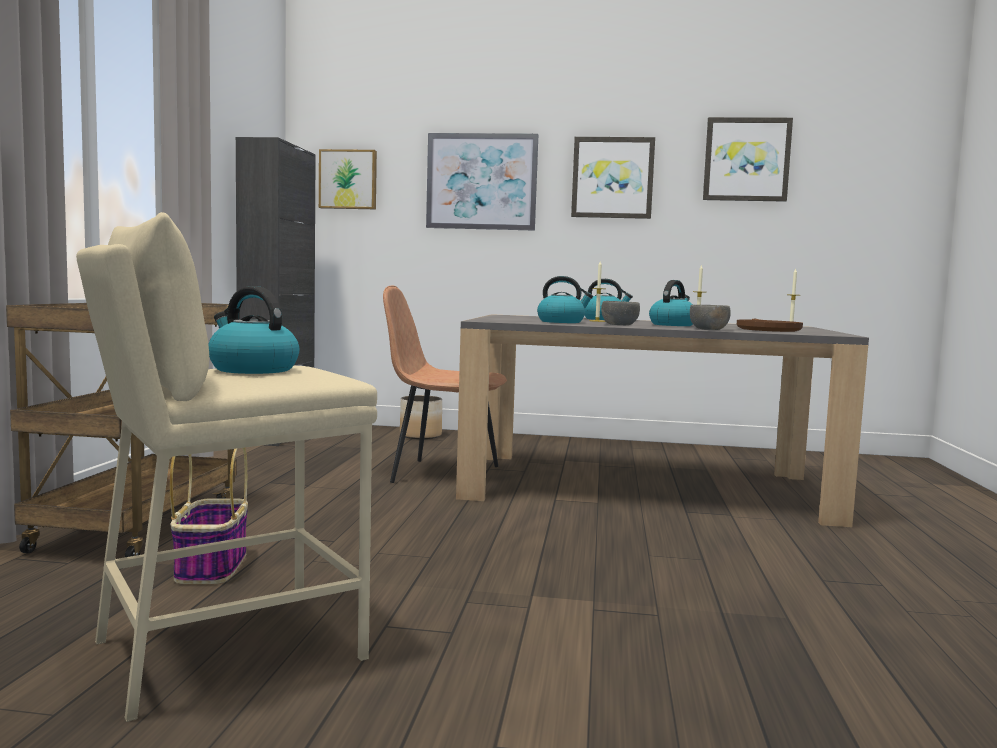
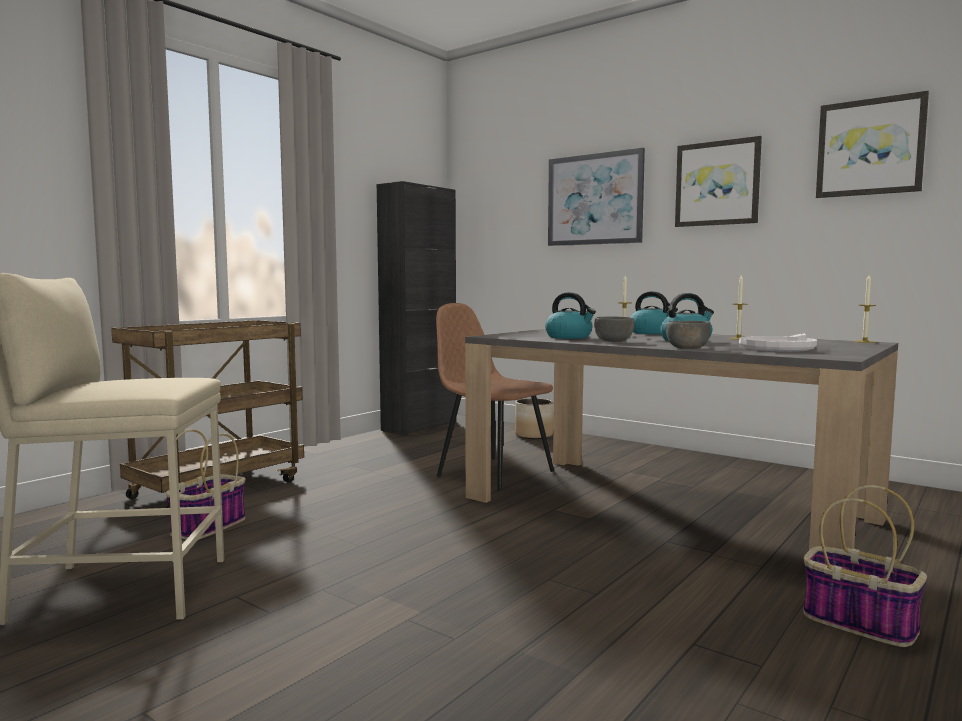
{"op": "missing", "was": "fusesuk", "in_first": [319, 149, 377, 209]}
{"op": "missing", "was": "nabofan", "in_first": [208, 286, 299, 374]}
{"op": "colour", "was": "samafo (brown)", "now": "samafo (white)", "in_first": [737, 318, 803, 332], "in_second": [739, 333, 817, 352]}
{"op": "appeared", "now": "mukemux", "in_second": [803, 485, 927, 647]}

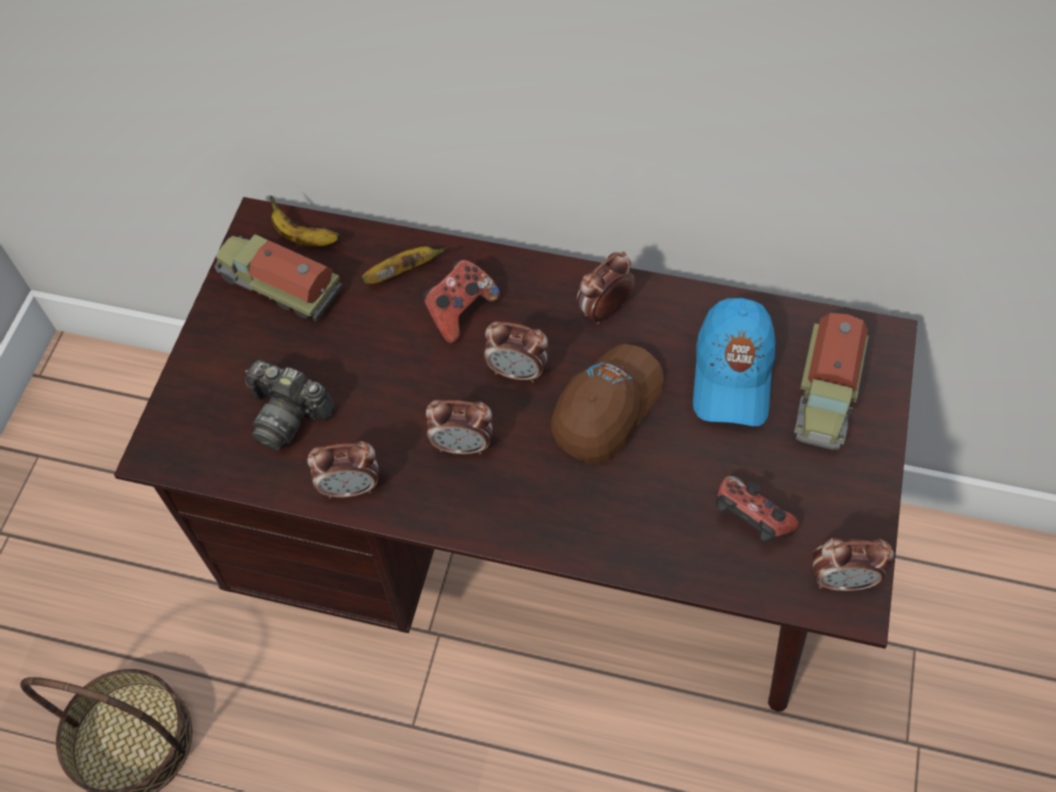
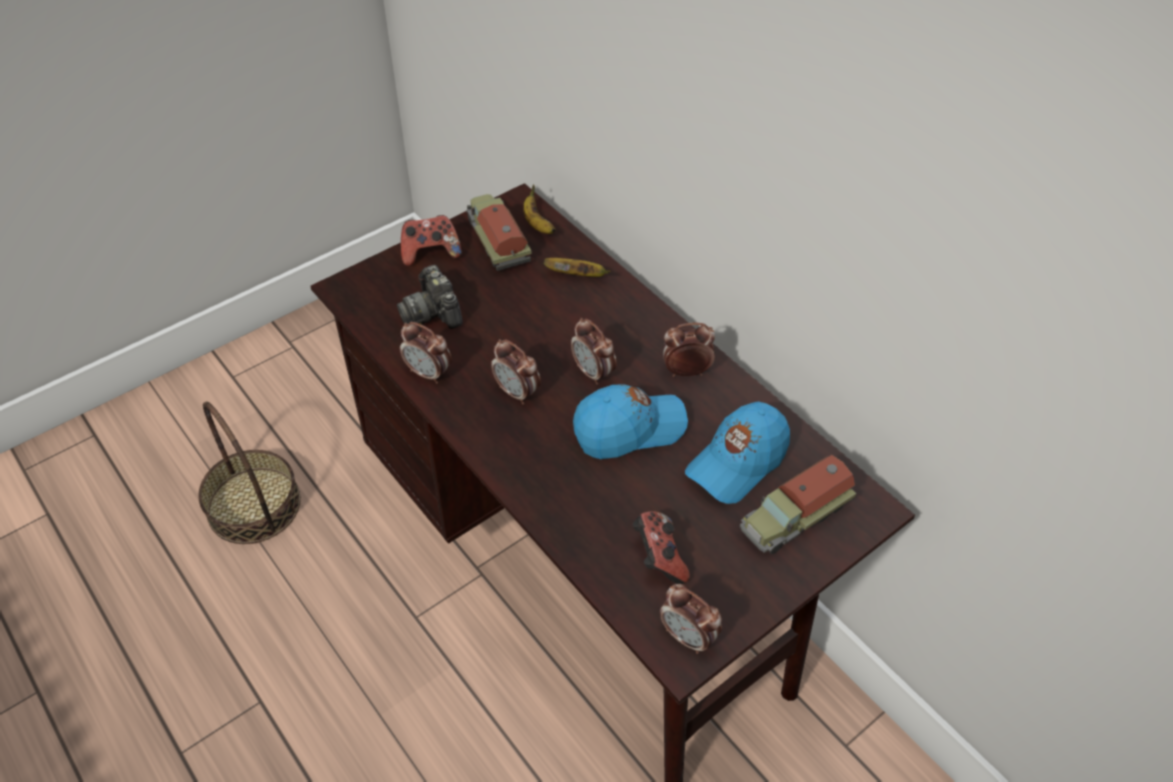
{"op": "relocated", "was": "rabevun", "in_first": [423, 260, 500, 343], "in_second": [401, 215, 462, 266]}
{"op": "colour", "was": "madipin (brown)", "now": "madipin (blue)", "in_first": [551, 344, 664, 464], "in_second": [573, 384, 688, 459]}

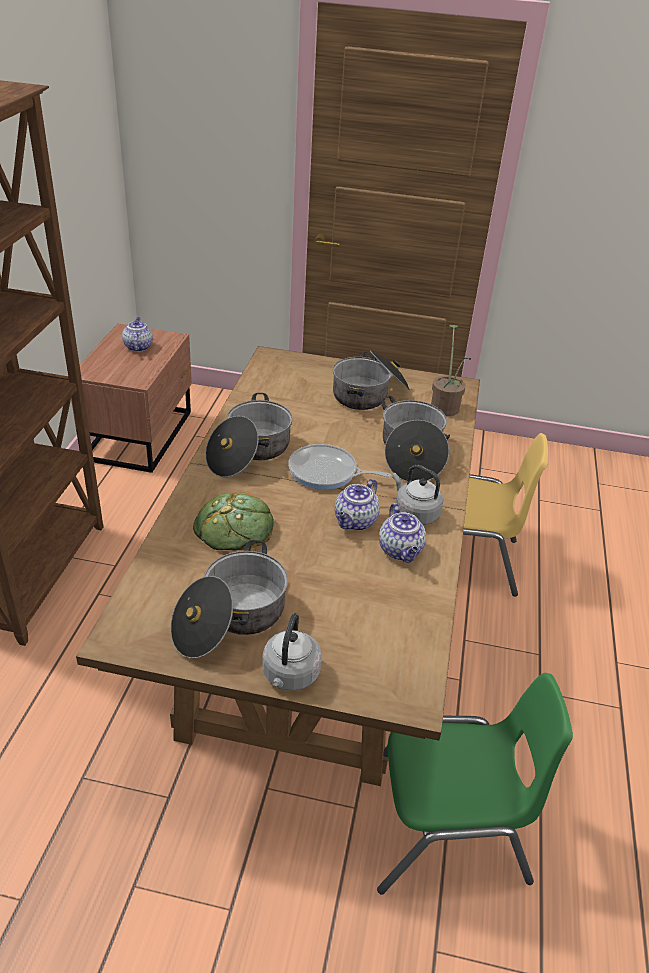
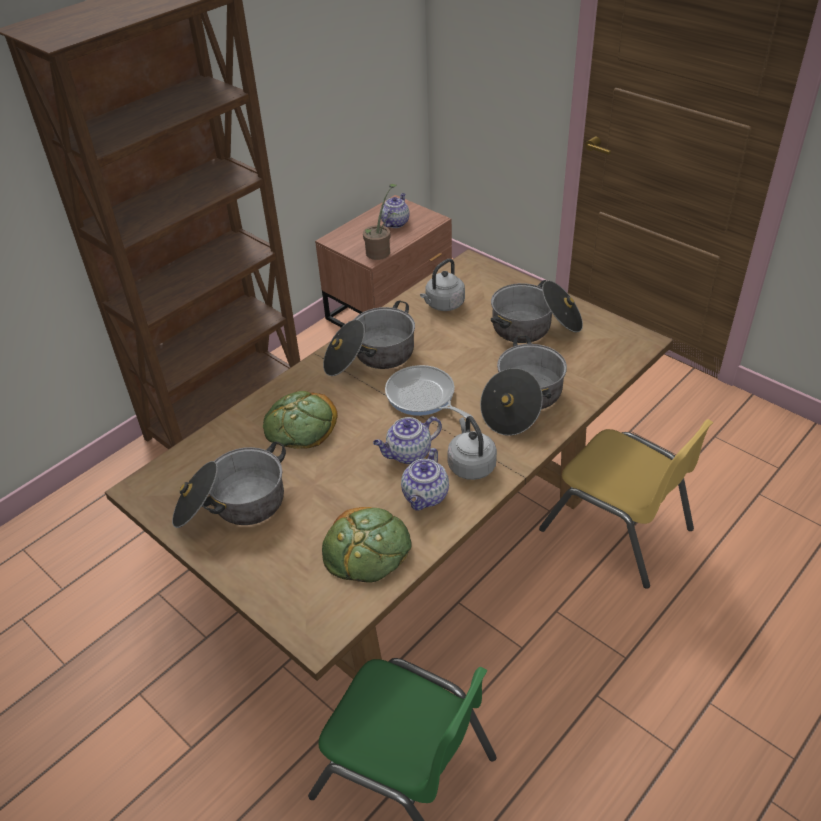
{"op": "relocated", "was": "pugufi", "in_first": [431, 325, 471, 416], "in_second": [363, 184, 398, 260]}
{"op": "relocated", "was": "nabofan (grey)", "in_first": [262, 613, 322, 691], "in_second": [420, 259, 465, 311]}
{"op": "appeared", "now": "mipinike", "in_second": [322, 507, 411, 583]}

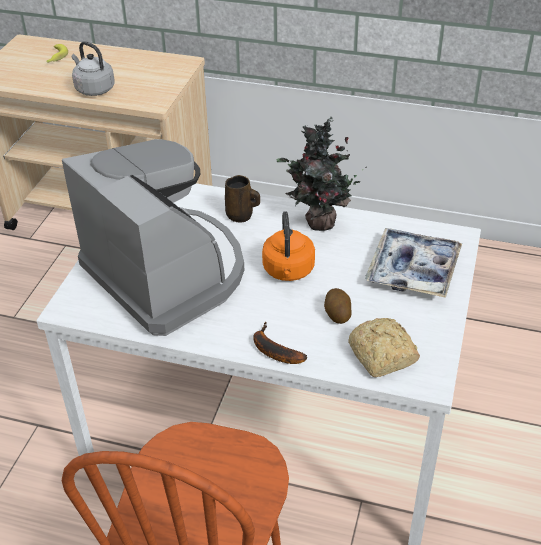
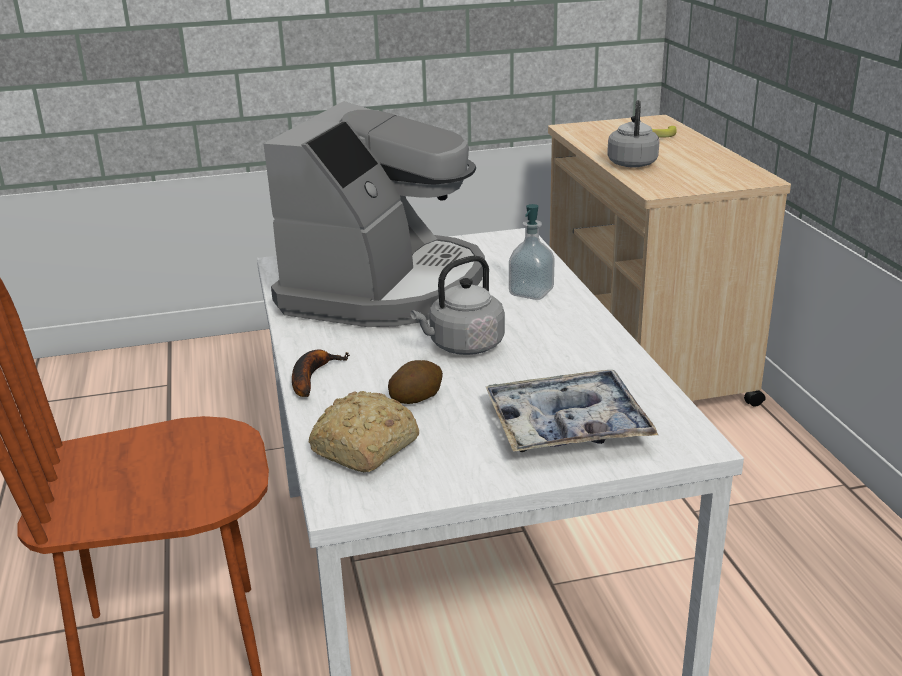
{"op": "missing", "was": "pugufi", "in_first": [276, 116, 367, 231]}
{"op": "exchanged", "was": "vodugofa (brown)", "now": "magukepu", "in_first": [225, 175, 260, 223], "in_second": [509, 204, 555, 300]}
{"op": "colour", "was": "nabofan (orange)", "now": "nabofan (grey)", "in_first": [262, 211, 315, 281], "in_second": [410, 256, 505, 355]}

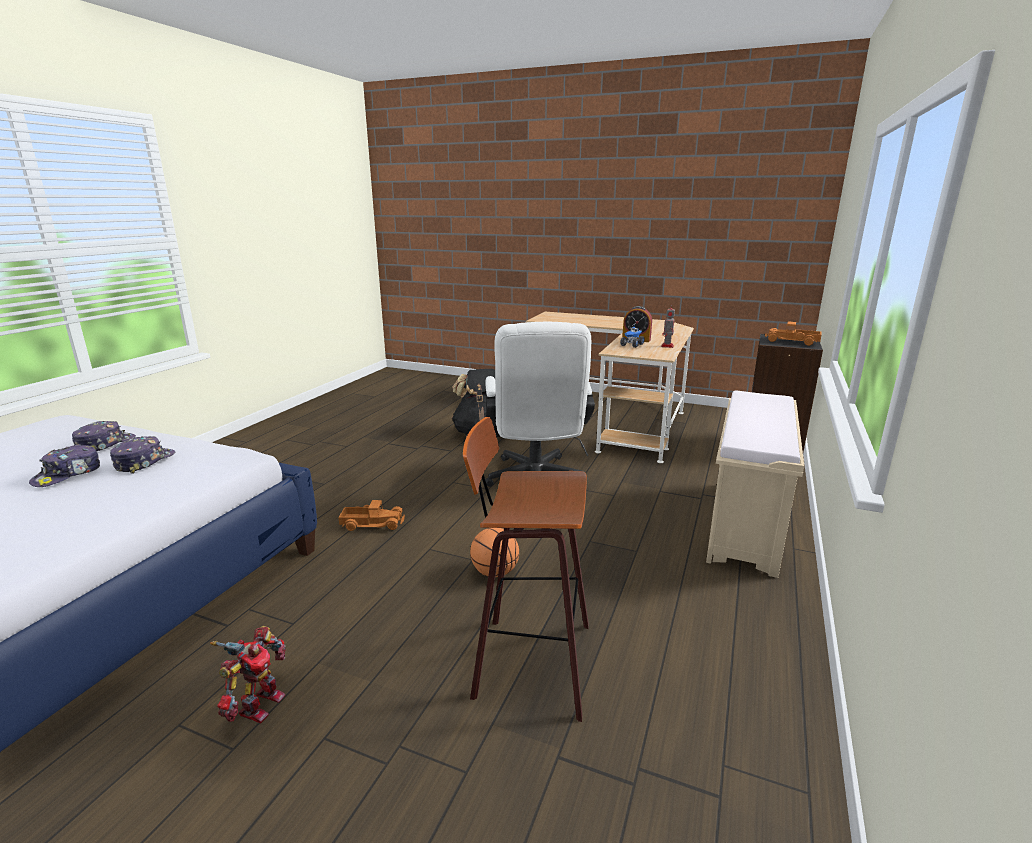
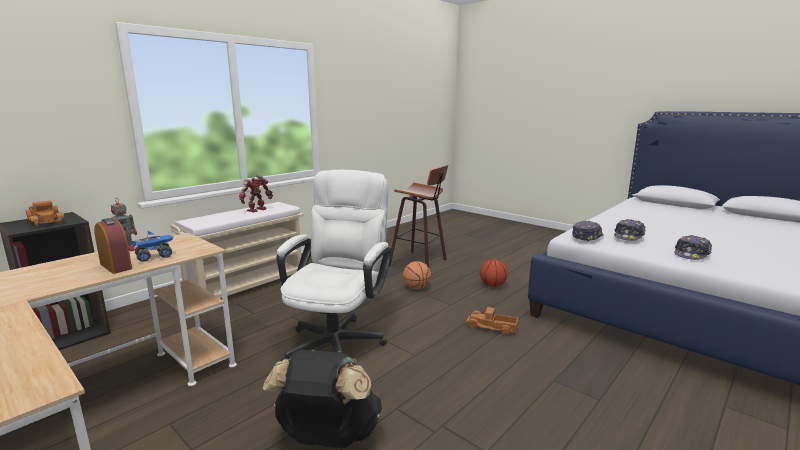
{"op": "relocated", "was": "madipin", "in_first": [29, 444, 100, 487], "in_second": [572, 221, 604, 242]}
{"op": "relocated", "was": "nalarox", "in_first": [210, 626, 286, 723], "in_second": [239, 175, 273, 213]}
{"op": "appeared", "now": "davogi", "in_second": [480, 259, 508, 287]}

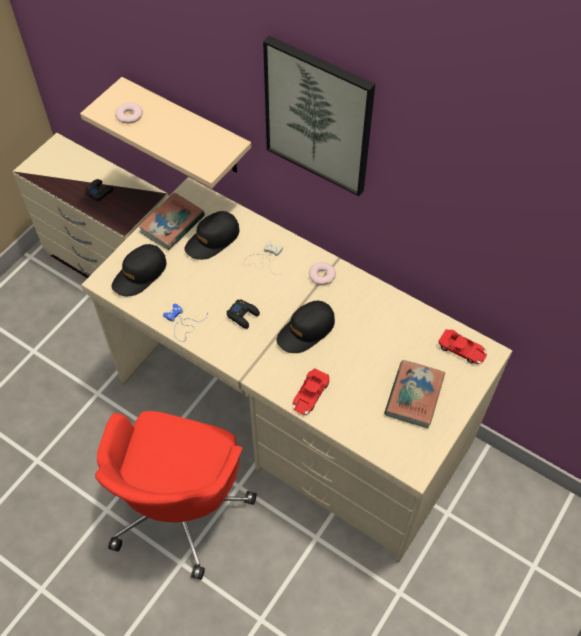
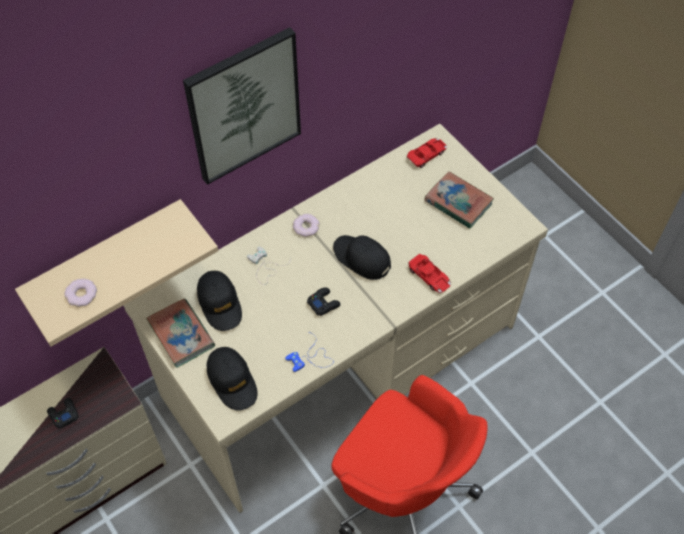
{"op": "spun", "was": "madipin (black)", "in_first": [276, 301, 335, 353], "in_second": [333, 235, 391, 280], "clockwise": 150}

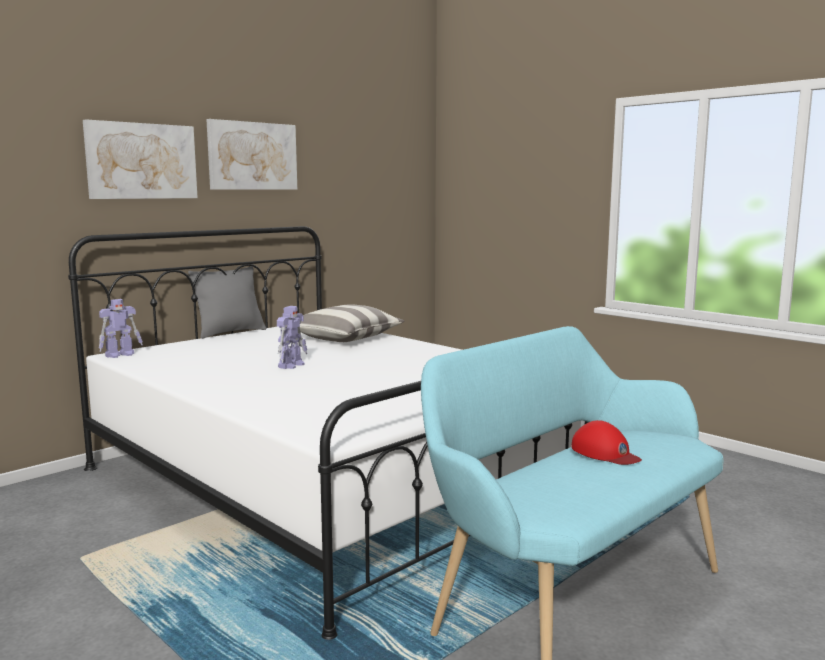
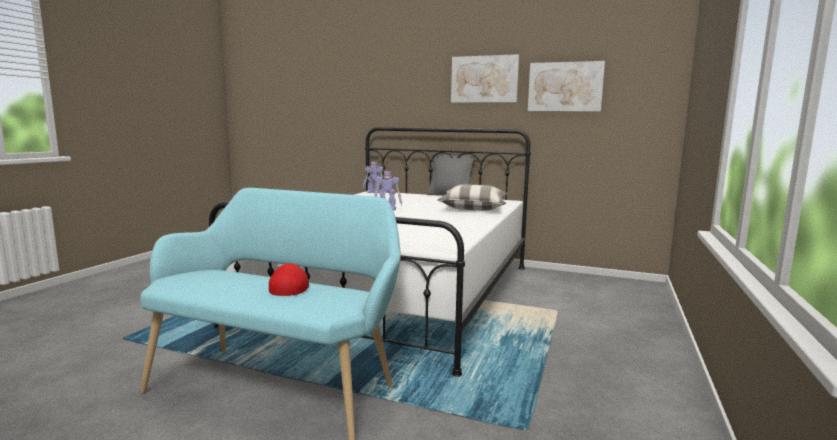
{"op": "relocated", "was": "fusesuk", "in_first": [83, 119, 198, 199], "in_second": [528, 61, 605, 111]}
{"op": "spun", "was": "madipin (red)", "in_first": [571, 420, 642, 465], "in_second": [269, 263, 309, 296], "clockwise": 150}

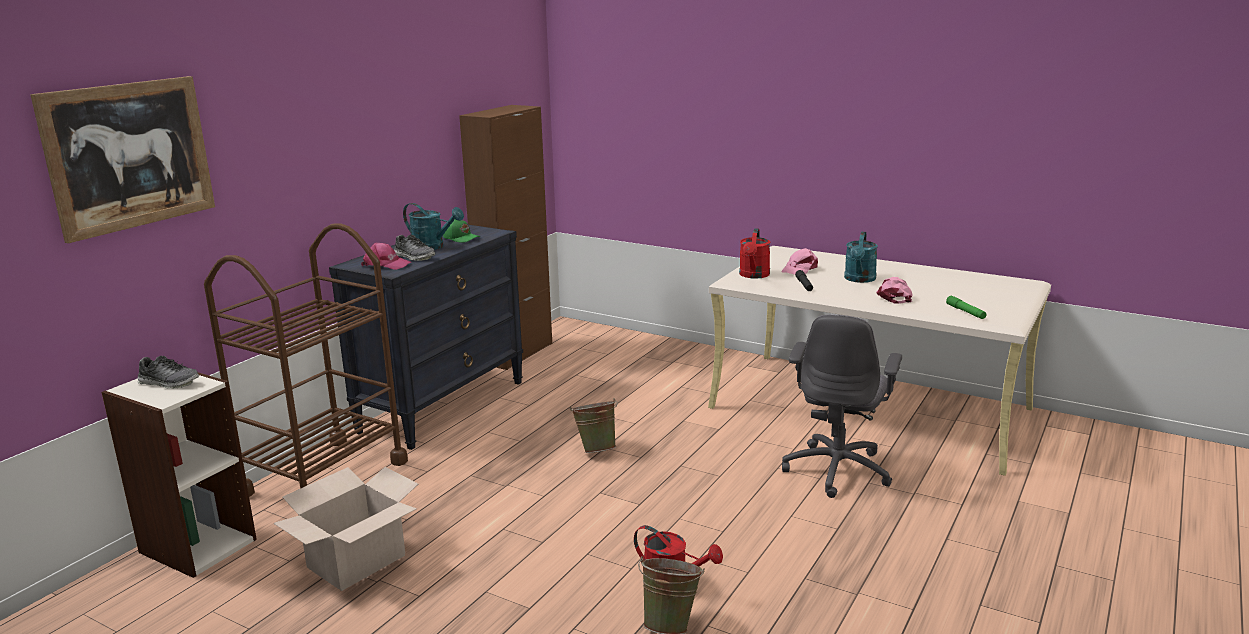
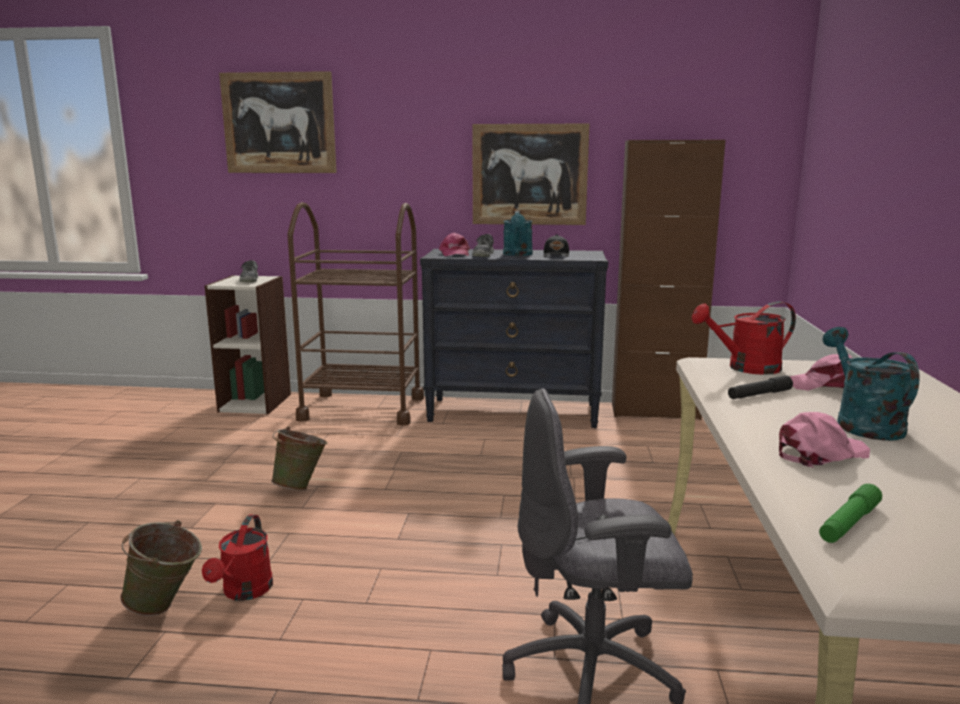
{"op": "colour", "was": "madipin (green)", "now": "madipin (black)", "in_first": [443, 219, 480, 243], "in_second": [544, 234, 569, 257]}
{"op": "spun", "was": "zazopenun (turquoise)", "in_first": [844, 232, 878, 283], "in_second": [822, 327, 920, 441], "clockwise": 90}
{"op": "relocated", "was": "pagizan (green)", "in_first": [570, 398, 618, 453], "in_second": [271, 427, 327, 490]}
{"op": "missing", "was": "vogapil", "in_first": [273, 467, 418, 591]}
{"op": "appeared", "now": "fusesuk", "in_second": [472, 124, 589, 225]}

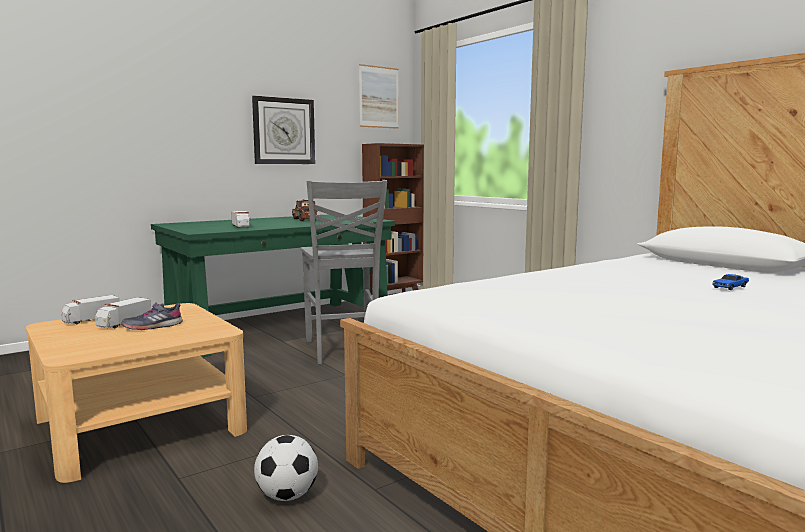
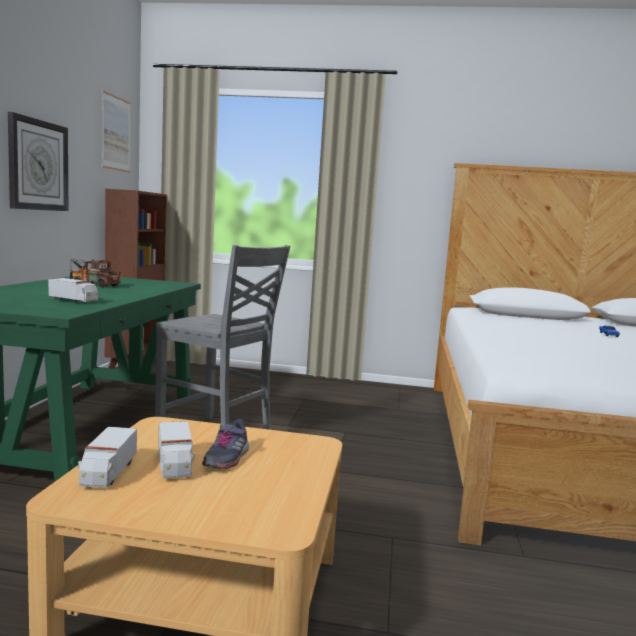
{"op": "missing", "was": "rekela", "in_first": [254, 435, 318, 501]}

